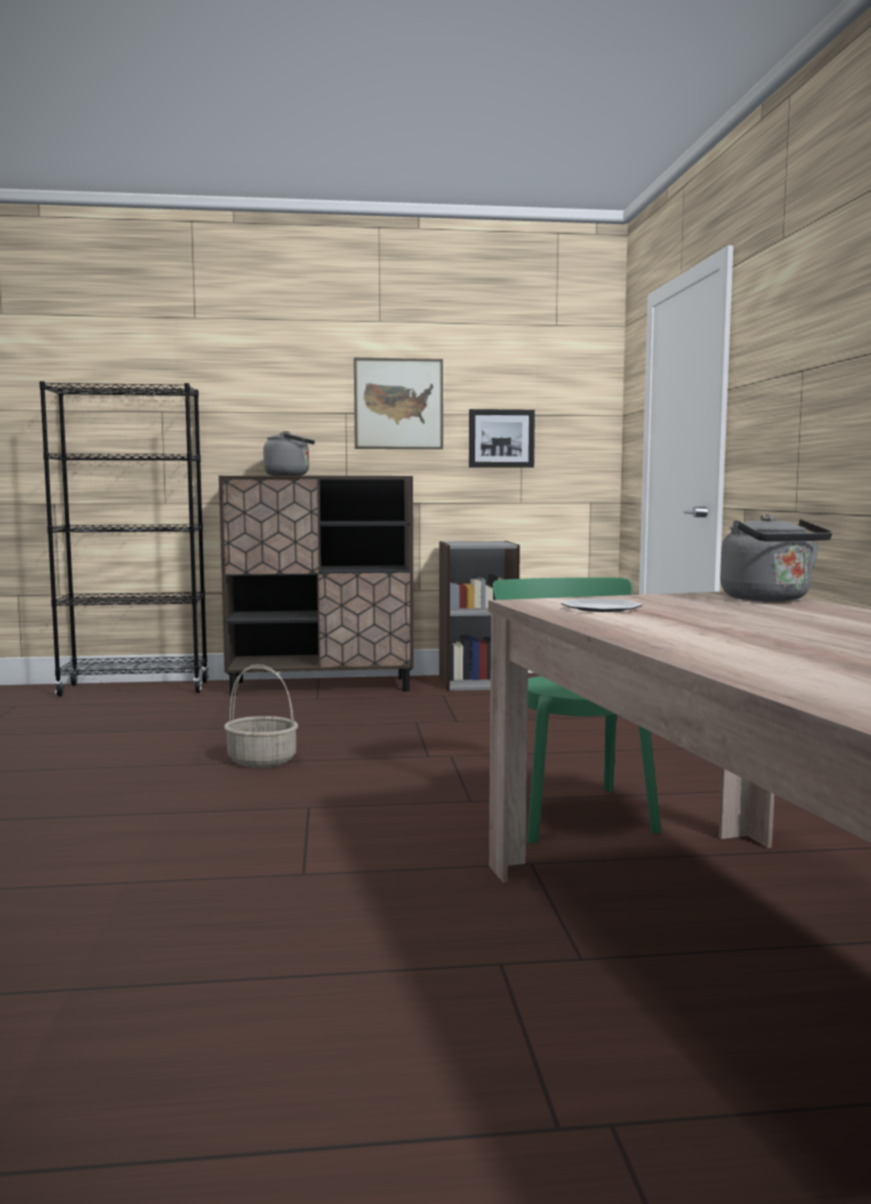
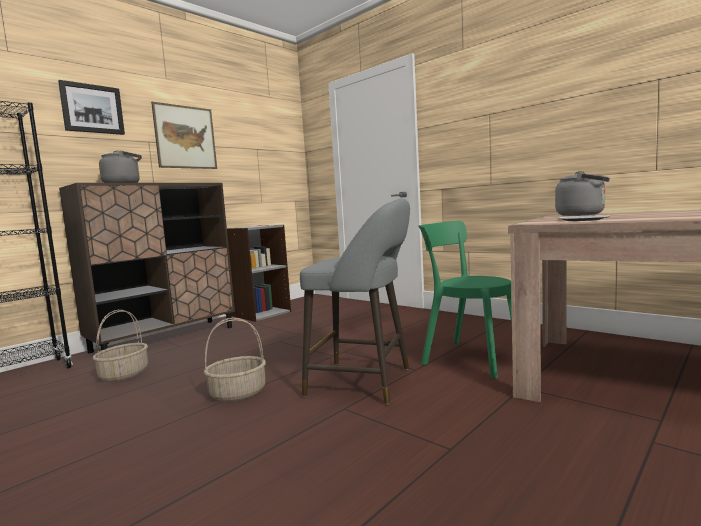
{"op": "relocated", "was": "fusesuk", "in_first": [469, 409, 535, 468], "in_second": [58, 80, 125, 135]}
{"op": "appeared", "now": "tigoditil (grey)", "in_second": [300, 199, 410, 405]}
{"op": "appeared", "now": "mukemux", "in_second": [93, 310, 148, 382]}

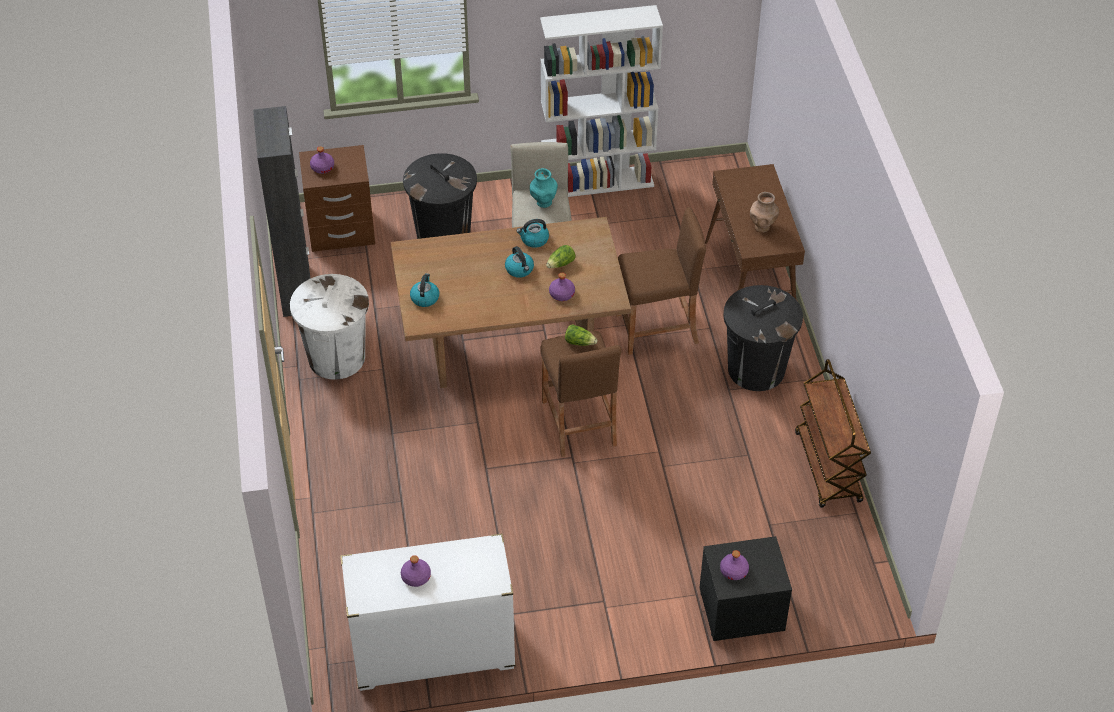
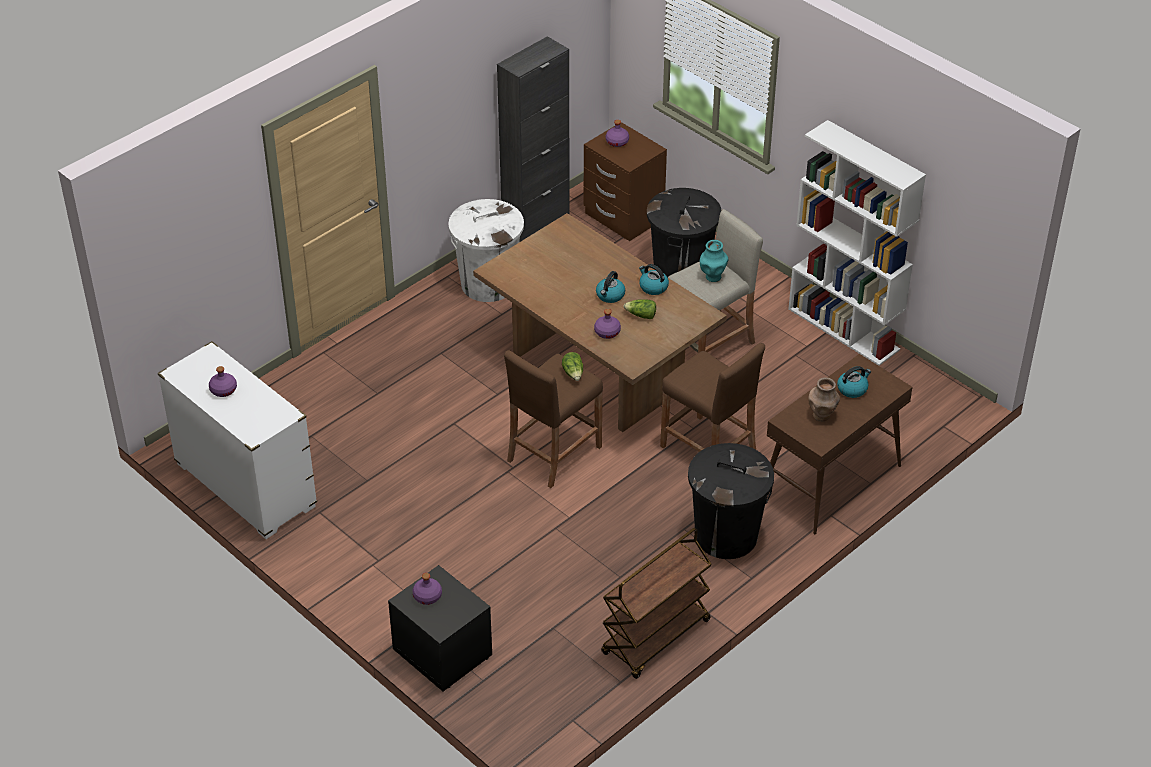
{"op": "relocated", "was": "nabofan", "in_first": [410, 273, 439, 307], "in_second": [837, 366, 871, 398]}

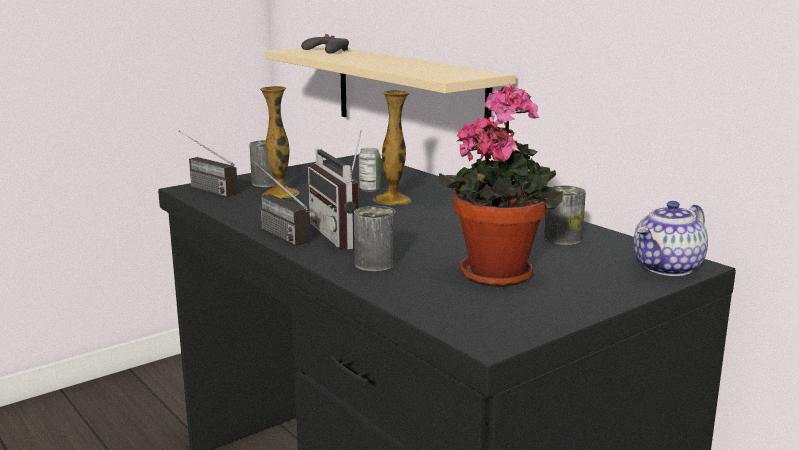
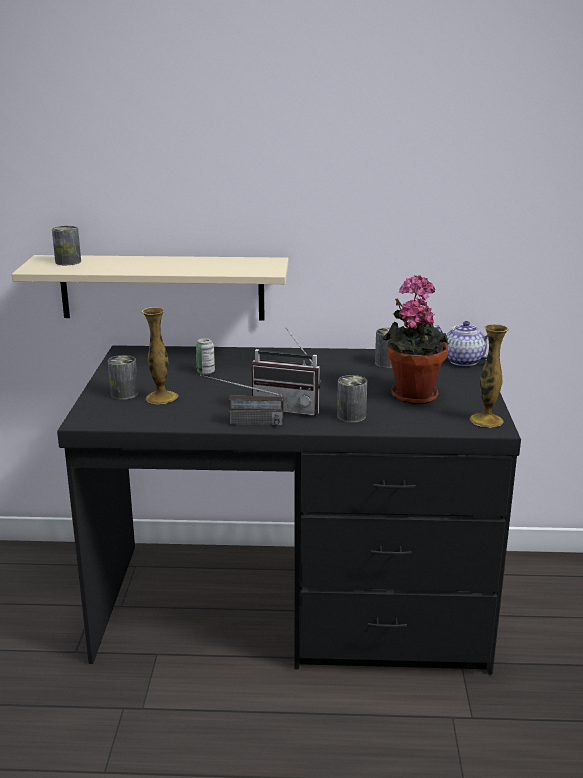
{"op": "exchanged", "was": "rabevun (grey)", "now": "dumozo", "in_first": [301, 34, 349, 54], "in_second": [52, 226, 81, 265]}
{"op": "relocated", "was": "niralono", "in_first": [373, 90, 411, 205], "in_second": [470, 324, 509, 427]}
{"op": "missing", "was": "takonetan", "in_first": [179, 131, 238, 197]}
{"op": "spun", "was": "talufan", "in_first": [633, 201, 708, 276], "in_second": [434, 321, 488, 366], "clockwise": 120}

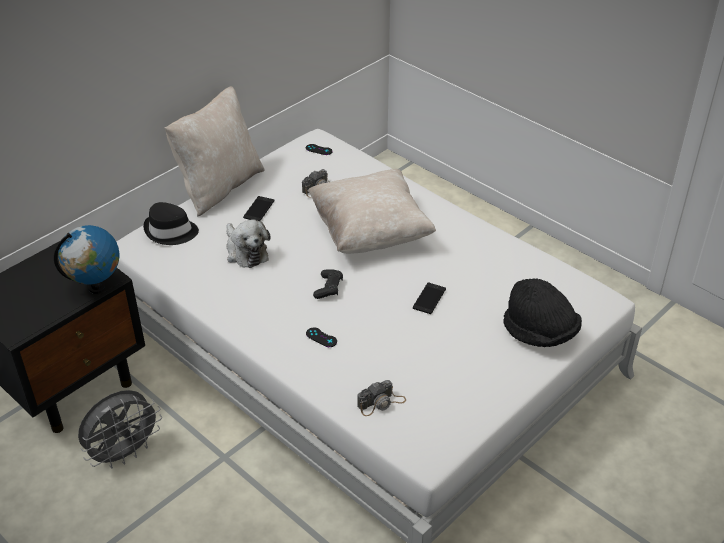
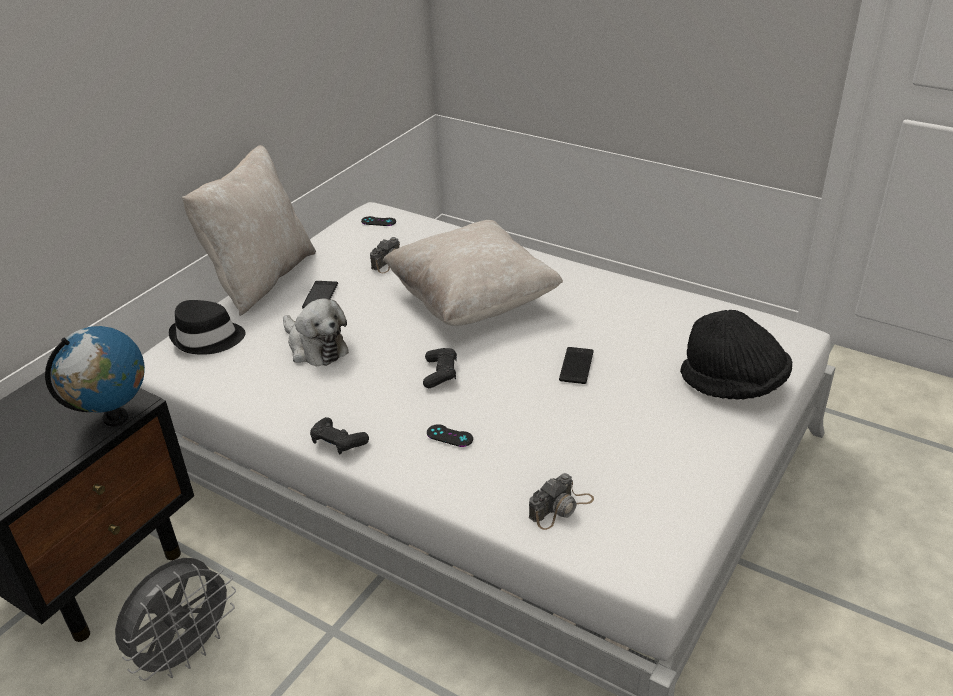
{"op": "appeared", "now": "rabevun (black)", "in_second": [310, 417, 369, 455]}

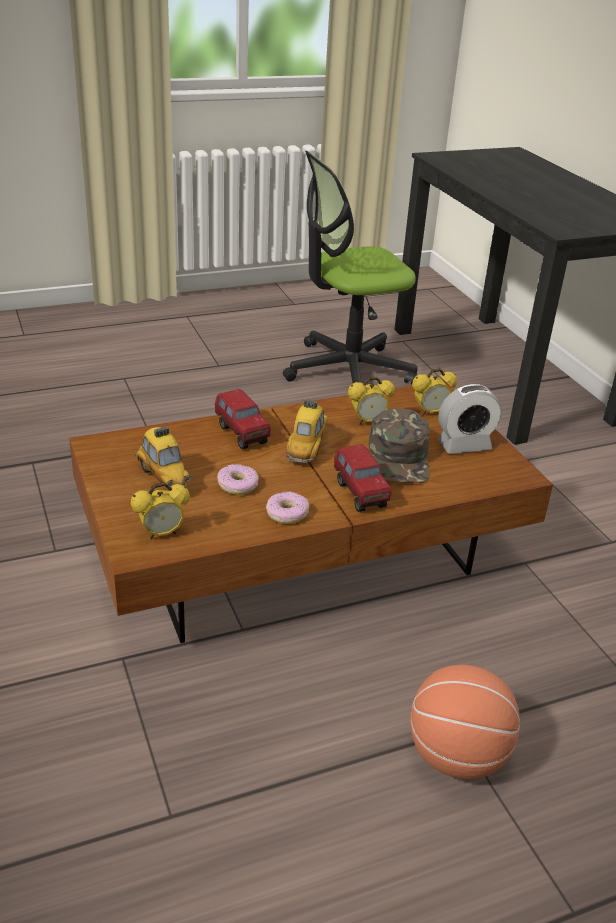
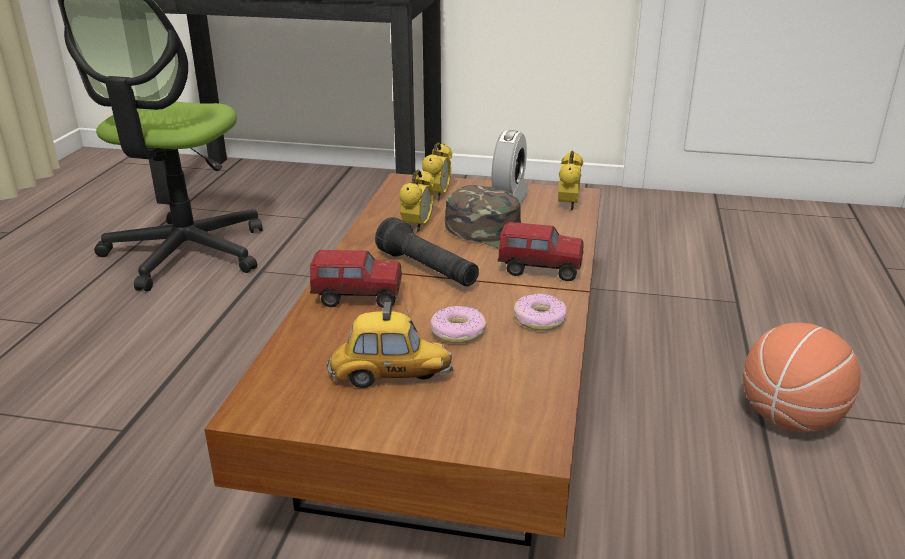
{"op": "exchanged", "was": "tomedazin", "now": "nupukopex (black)", "in_first": [286, 396, 328, 463], "in_second": [375, 217, 479, 286]}
{"op": "relocated", "was": "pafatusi", "in_first": [130, 482, 190, 539], "in_second": [558, 151, 583, 210]}

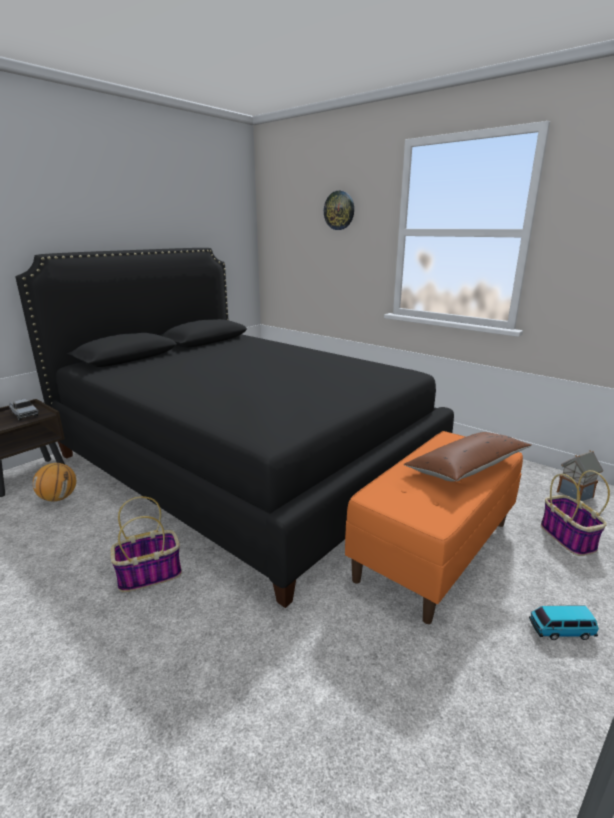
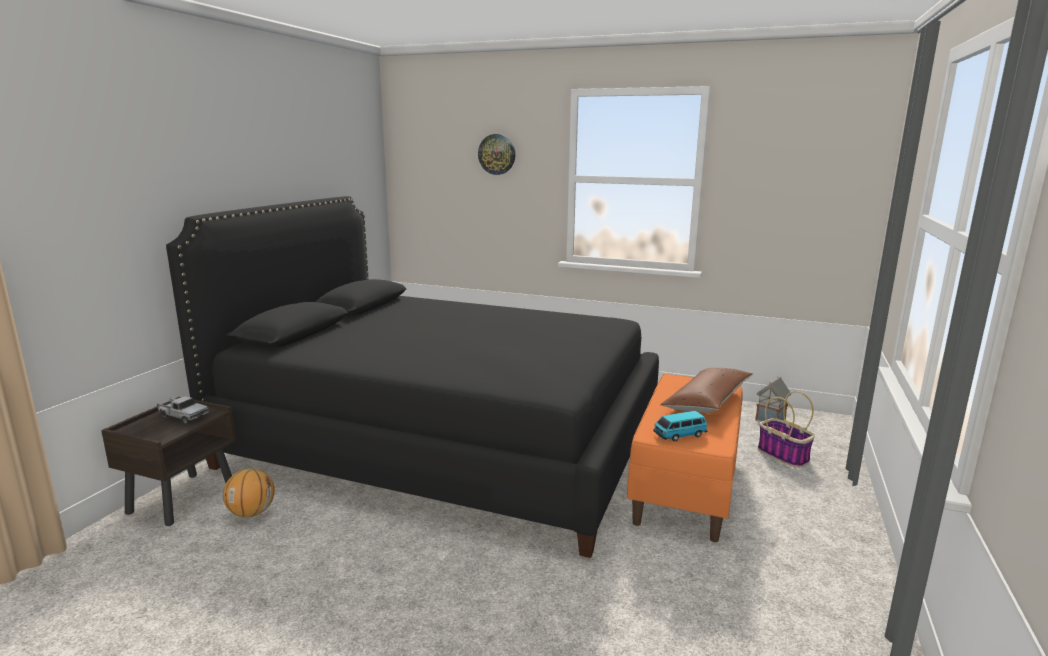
{"op": "missing", "was": "mukemux", "in_first": [111, 496, 182, 592]}
{"op": "relocated", "was": "tomedazin", "in_first": [529, 606, 599, 640], "in_second": [653, 411, 707, 441]}

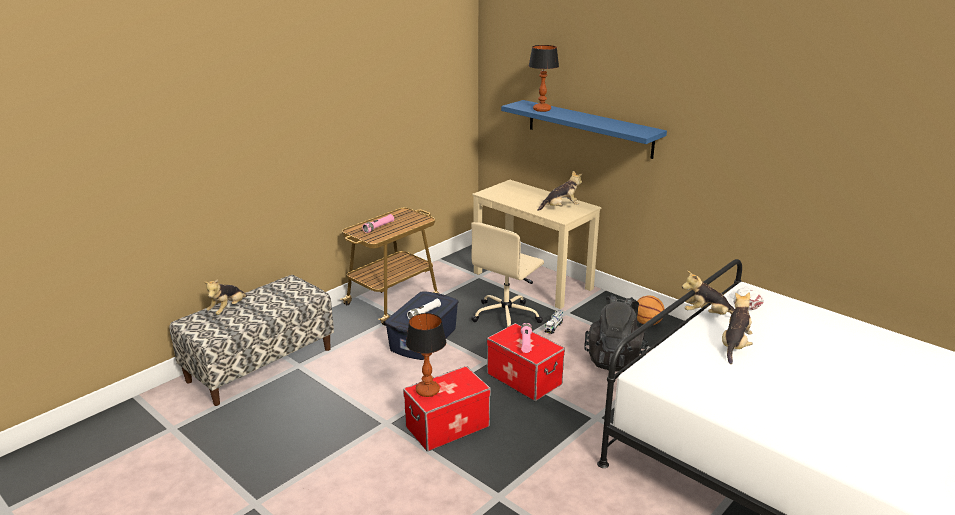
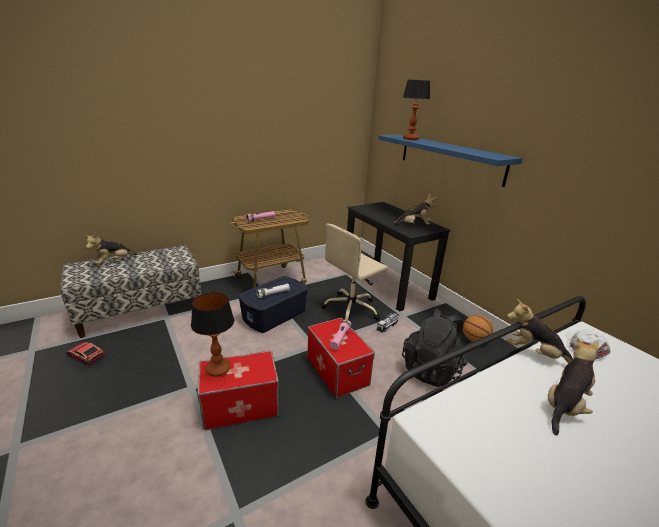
{"op": "colour", "was": "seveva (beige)", "now": "seveva (black)", "in_first": [472, 180, 601, 309], "in_second": [347, 202, 451, 311]}
{"op": "appeared", "now": "tomedazin", "in_second": [66, 342, 105, 365]}

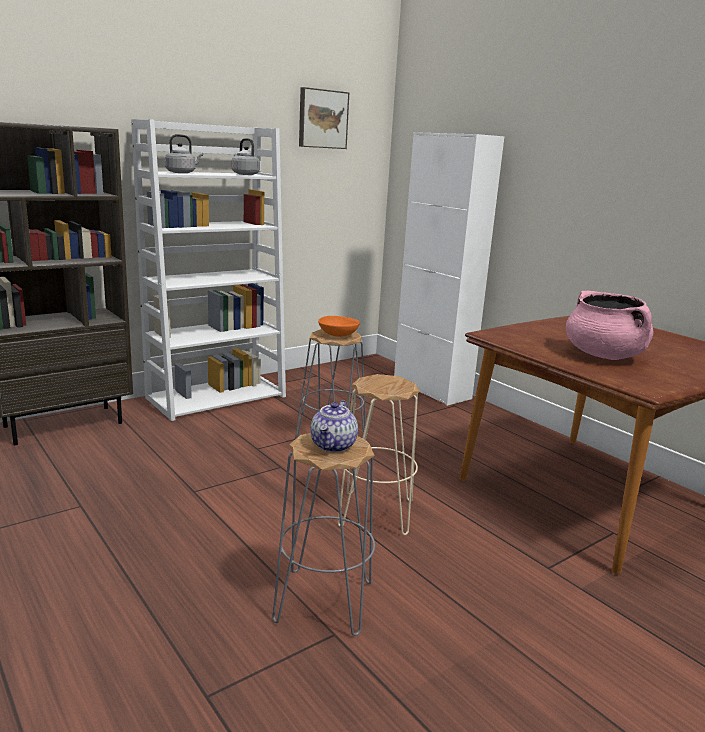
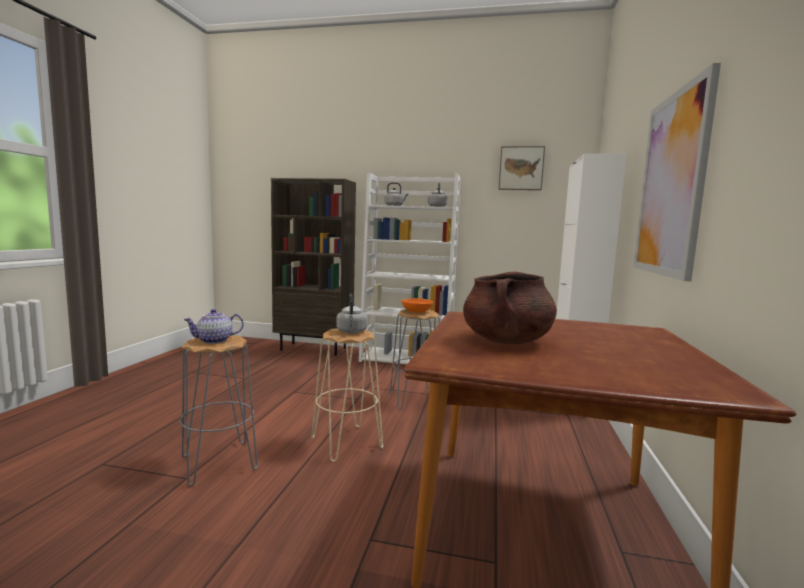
{"op": "colour", "was": "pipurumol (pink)", "now": "pipurumol (brown)", "in_first": [566, 291, 653, 360], "in_second": [463, 272, 557, 344]}
{"op": "appeared", "now": "fusesuk", "in_second": [633, 63, 721, 282]}
{"op": "appeared", "now": "nabofan (grey)", "in_second": [336, 293, 368, 333]}

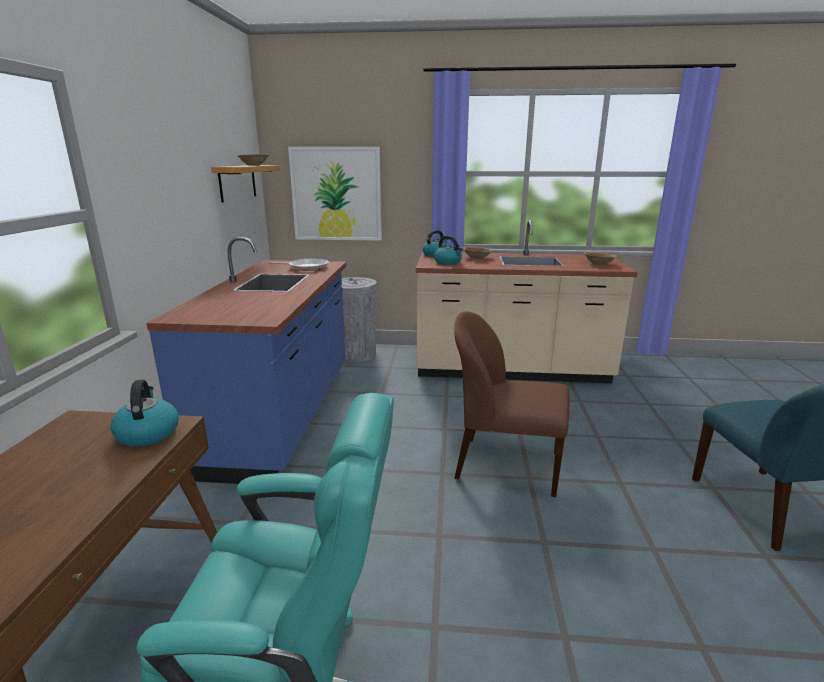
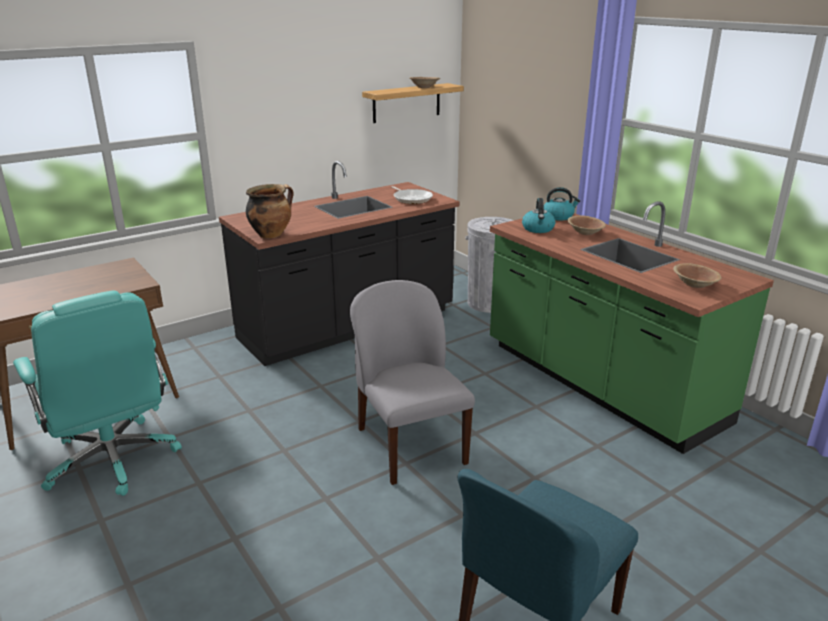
{"op": "missing", "was": "fusesuk", "in_first": [288, 147, 382, 241]}
{"op": "colour", "was": "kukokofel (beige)", "now": "kukokofel (green)", "in_first": [416, 220, 638, 383], "in_second": [490, 201, 774, 454]}
{"op": "colour", "was": "kukokofel (blue)", "now": "kukokofel (black)", "in_first": [146, 237, 346, 484], "in_second": [219, 161, 460, 366]}
{"op": "colour", "was": "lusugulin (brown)", "now": "lusugulin (grey)", "in_first": [454, 312, 570, 497], "in_second": [350, 280, 475, 485]}
{"op": "missing", "was": "nabofan", "in_first": [110, 380, 179, 447]}
{"op": "appeared", "now": "pipurumol", "in_second": [246, 184, 294, 238]}

